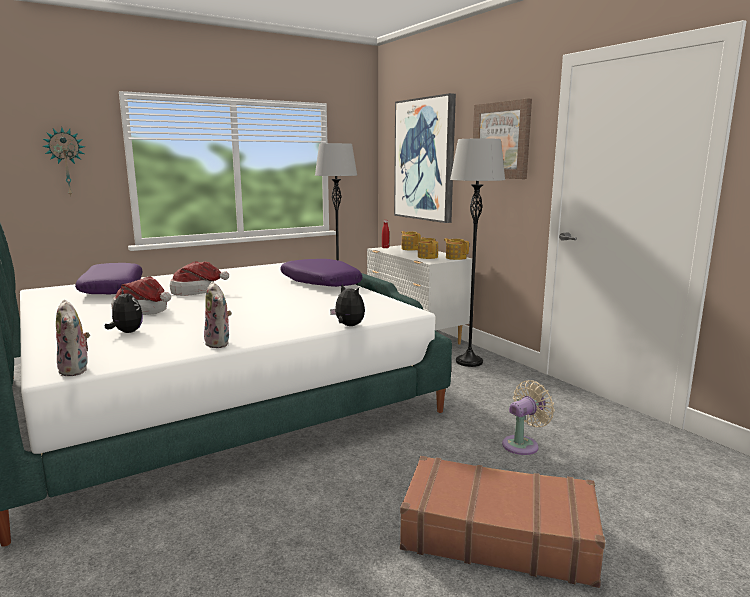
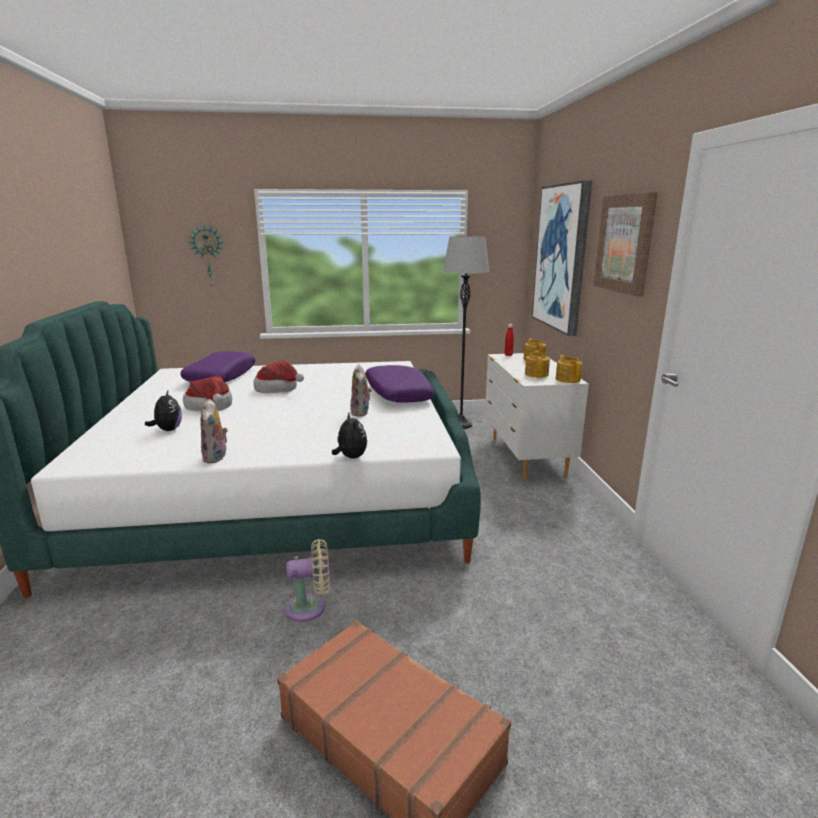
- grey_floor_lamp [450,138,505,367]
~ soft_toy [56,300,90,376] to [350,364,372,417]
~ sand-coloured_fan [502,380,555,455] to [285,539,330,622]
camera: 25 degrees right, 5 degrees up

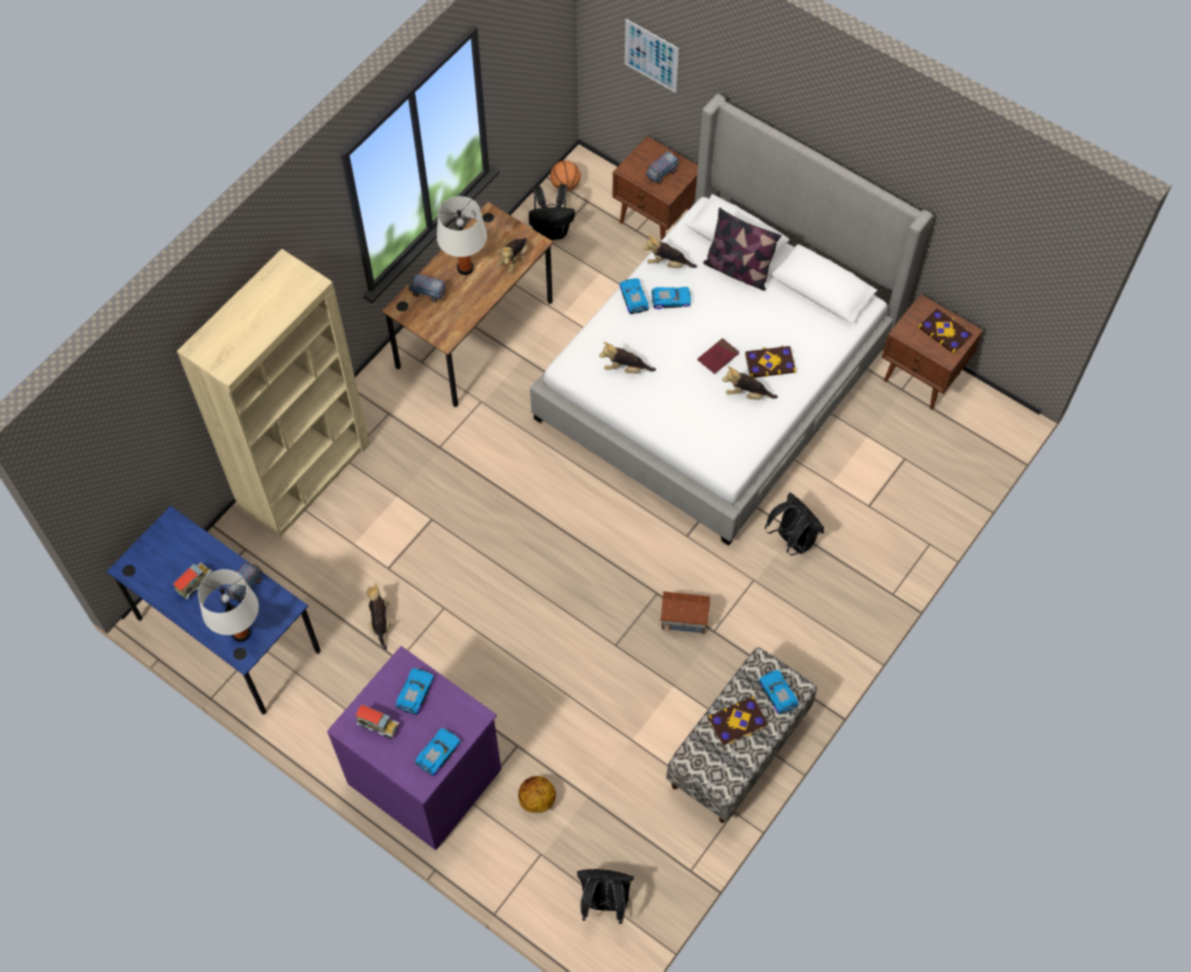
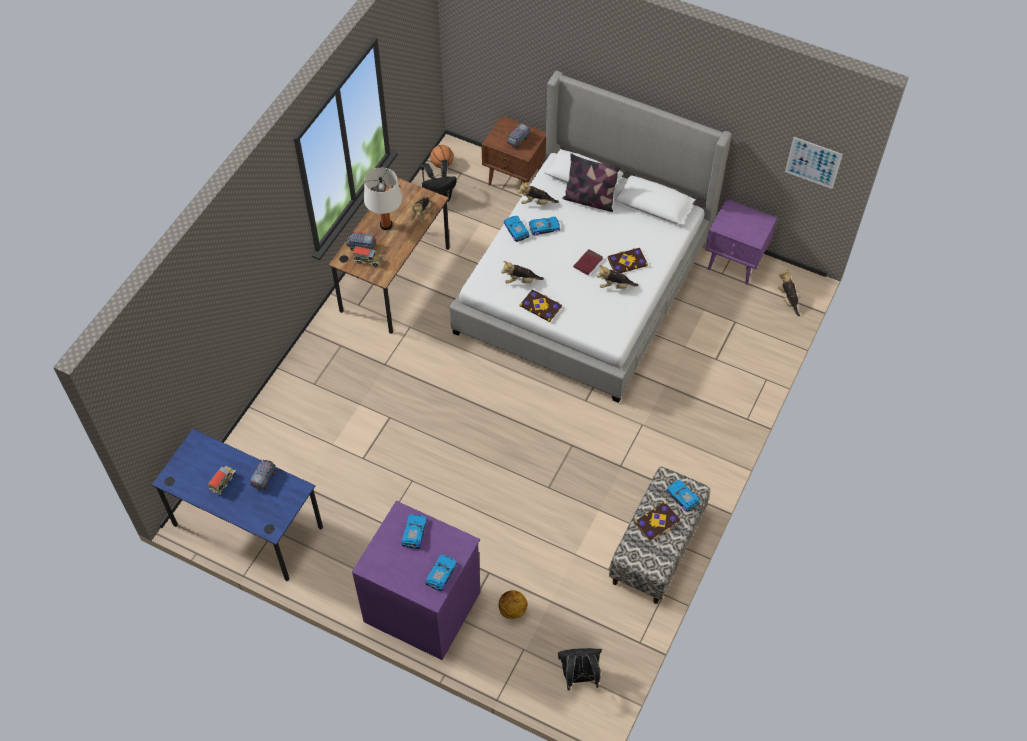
- sand-coloured_shelving_unit [177,249,370,537]
- whitish_tabletop_lamp [198,569,259,642]
- model_house [660,591,711,634]
- blackish_knapsack [765,493,824,555]
~ toy_truck [355,704,399,739] to [353,246,381,267]
~ soft_toy [366,583,395,650] to [778,269,801,316]
~ wall_art [625,19,679,93] to [785,137,843,189]
~ bound_book [918,308,972,354] to [520,289,562,322]
~ brown_night_table [882,294,983,410] to purple-coloured_night_table [705,199,777,285]
camera: 10 degrees left, 5 degrees down

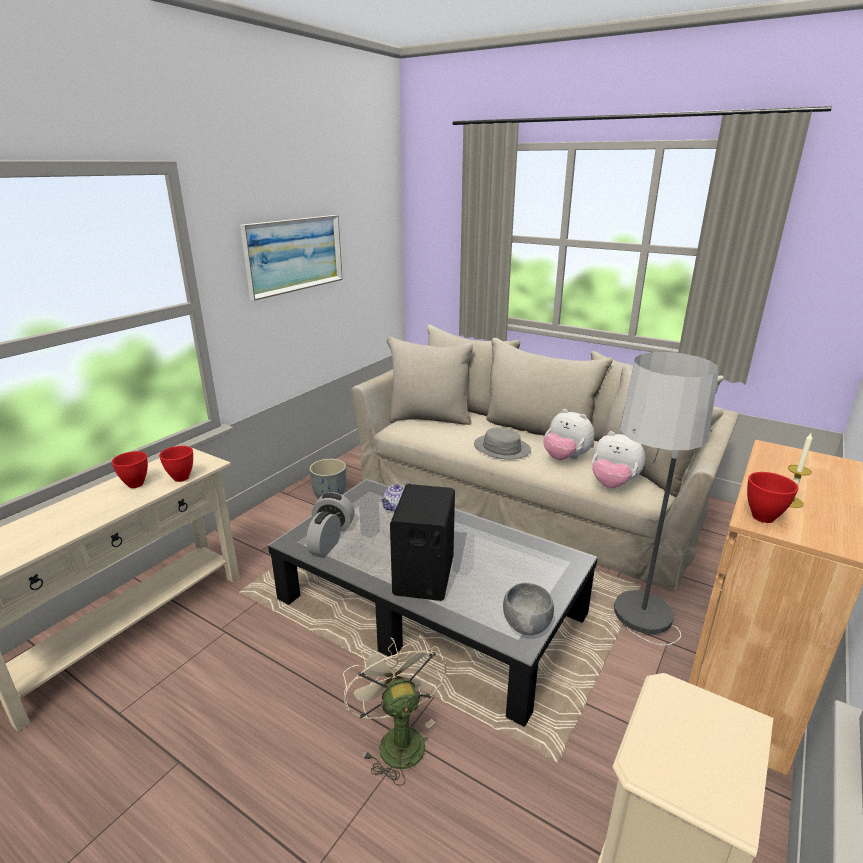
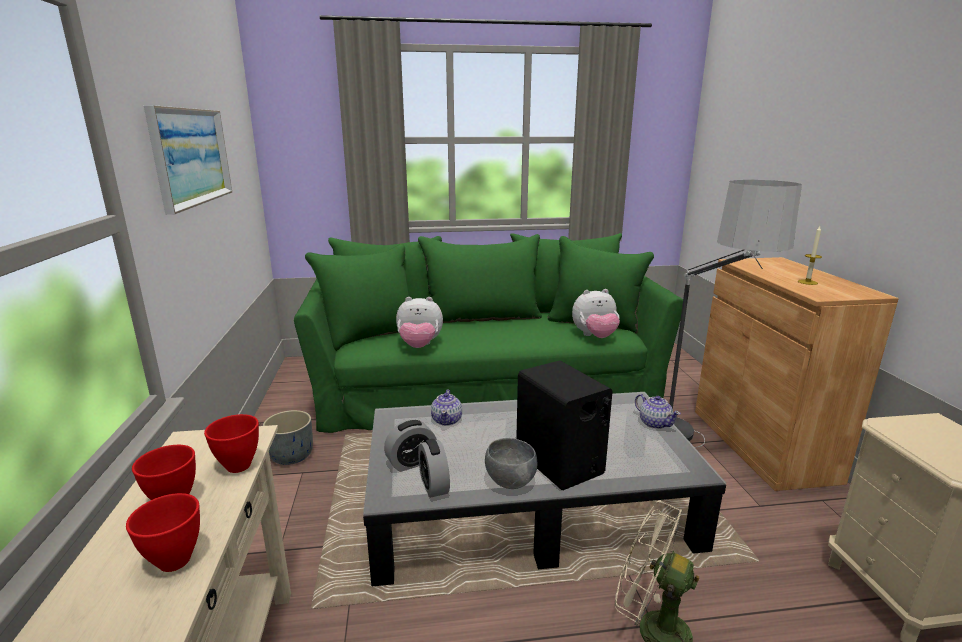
- grey_hat [474,427,531,459]
+ teapot [635,394,681,429]
~ grey_deep_dish [503,582,554,635] to [485,438,538,489]
~ soft_toy [543,409,594,460] to [396,297,443,348]
~ reddish_deep_dish [747,472,799,523] to [126,493,200,572]
~ sand-coloured_settee [351,324,739,592] to greenish_settee [294,233,683,433]
camera: 40 degrees left, 5 degrees down

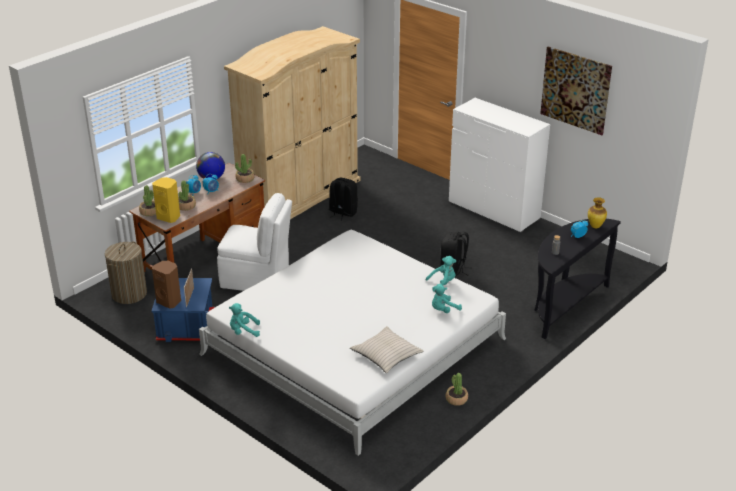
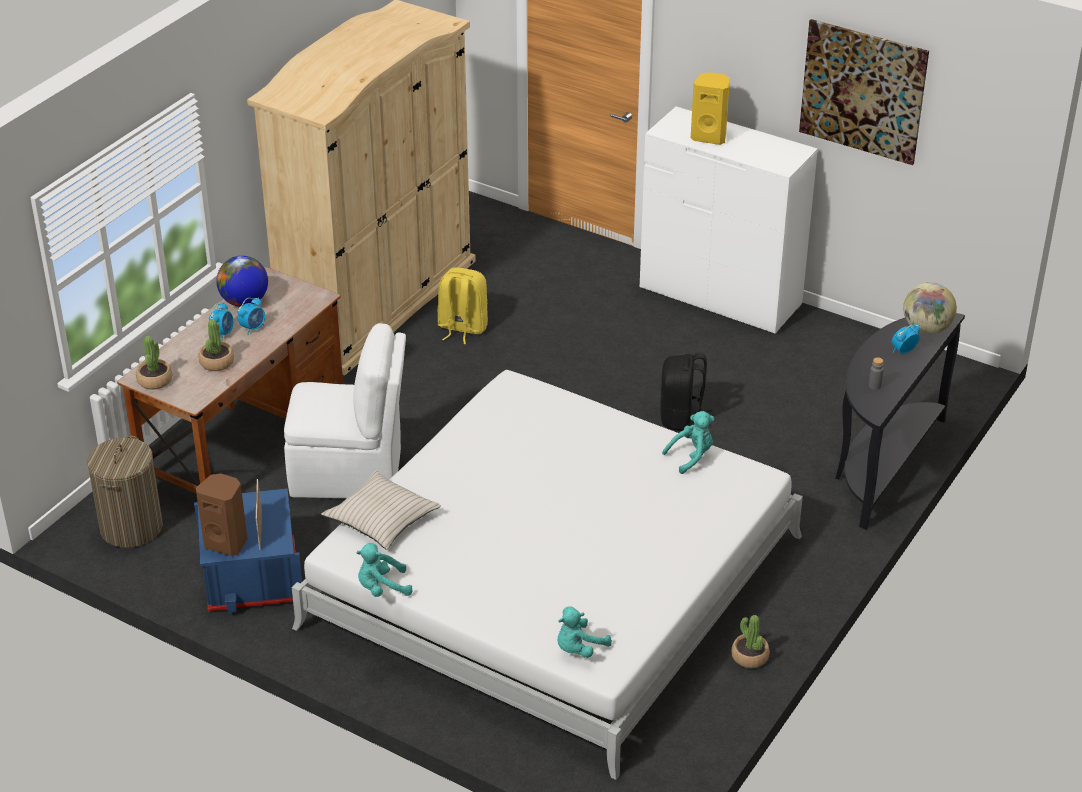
- houseplant [235,154,255,183]
~ yellowish_audio_speaker [152,177,180,223] to [691,72,730,145]
~ sand-coloured_cushion [350,326,423,373] to [321,471,441,550]
~ turquoise_soft_toy [432,284,462,313] to [557,606,612,658]
~ decorative_vase [588,197,607,228] to globe [903,282,957,335]
~ blackish_knapsack [329,178,358,221] to yellowish_knapsack [438,267,488,344]
camera: 10 degrees left, 5 degrees up

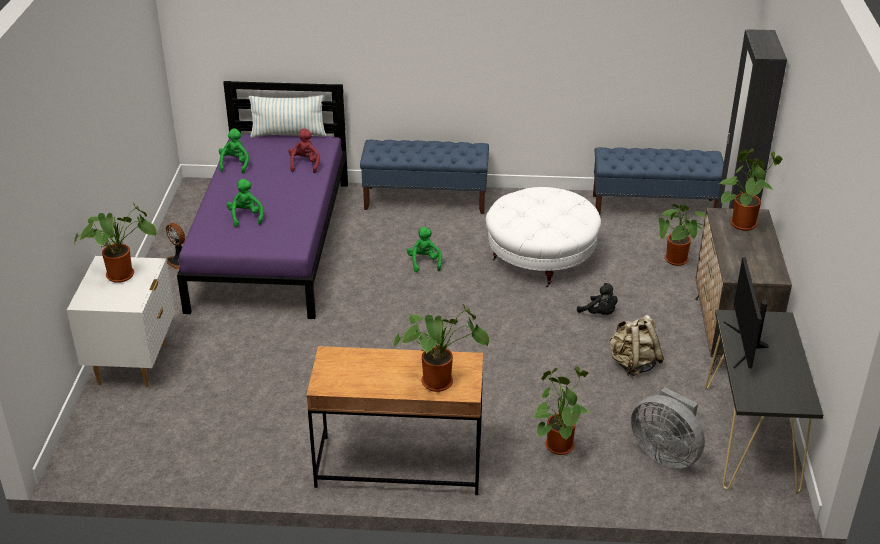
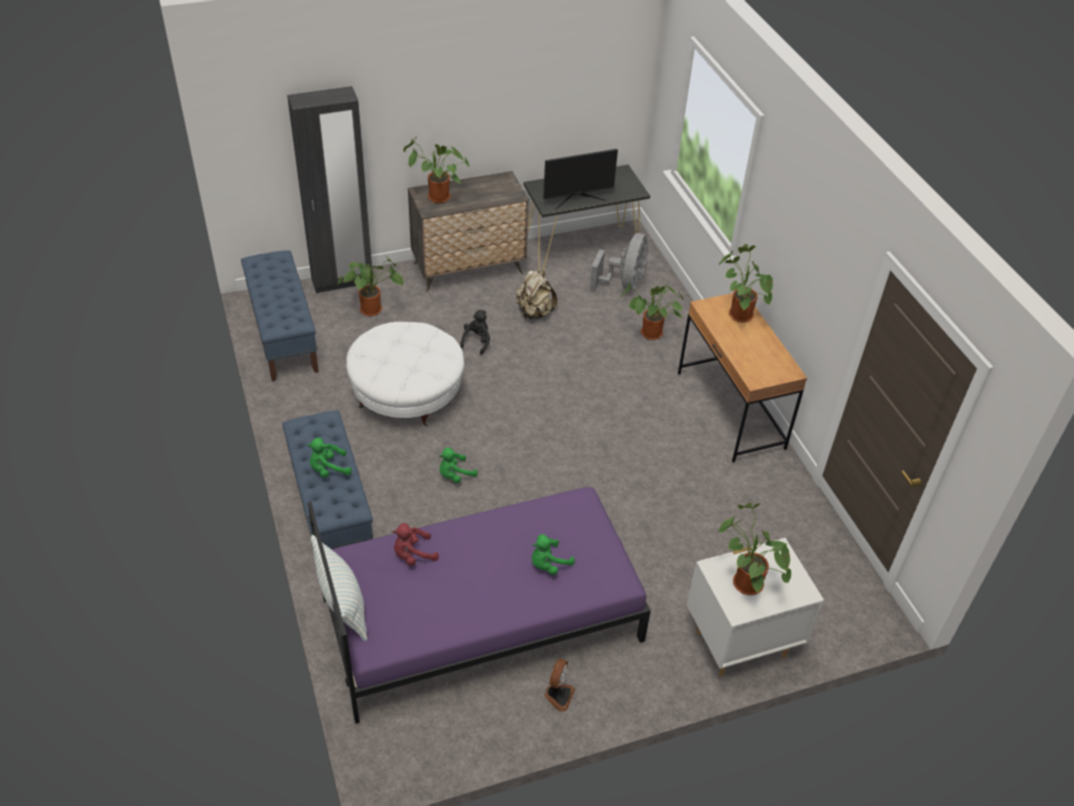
~ greenish_soft_toy [219,128,249,173] to [307,438,352,478]
camera: 115 degrees left, 10 degrees up

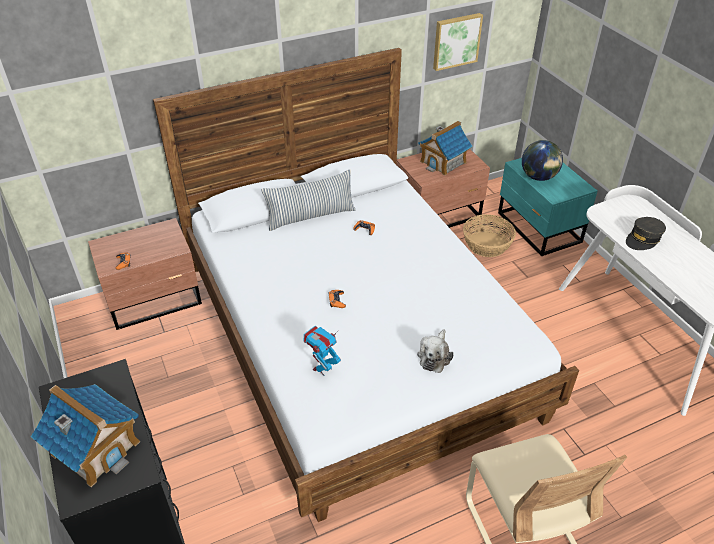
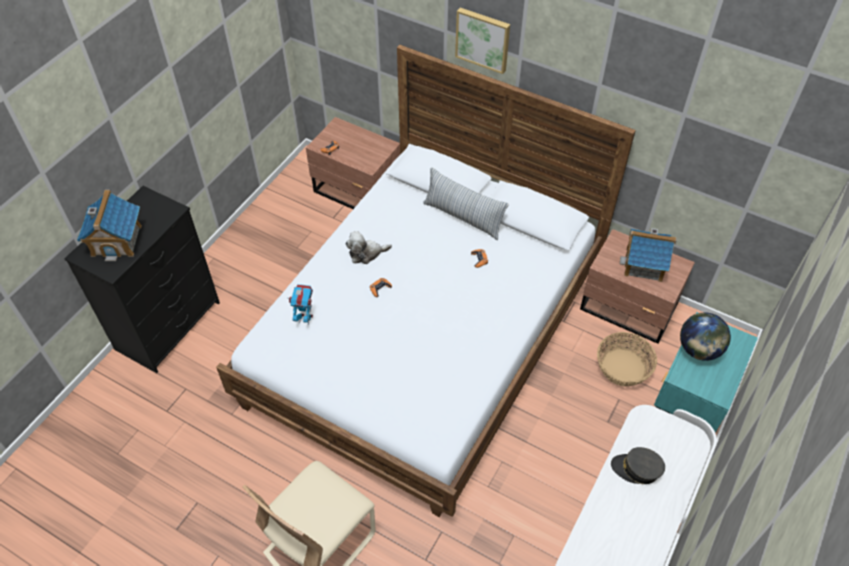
~ soft_toy [417,329,454,373] to [346,231,392,264]
~ wall_art [433,13,483,71] to [455,8,510,74]
camera: 55 degrees right, 10 degrees up

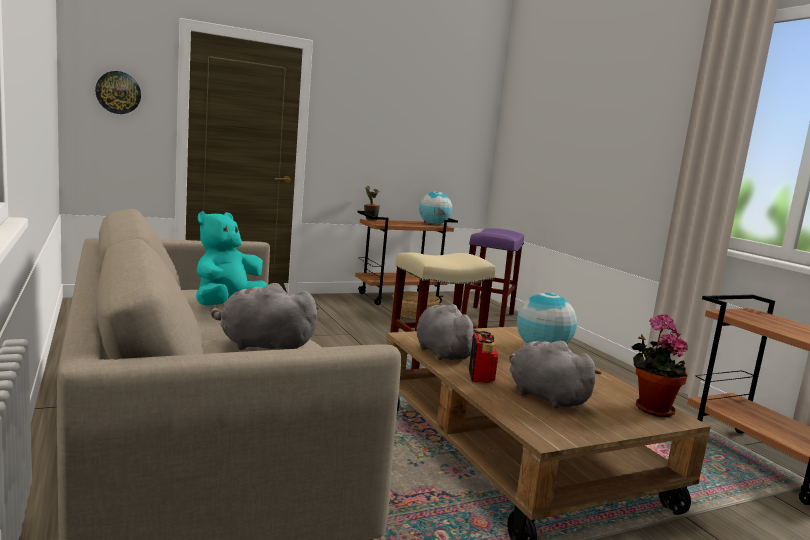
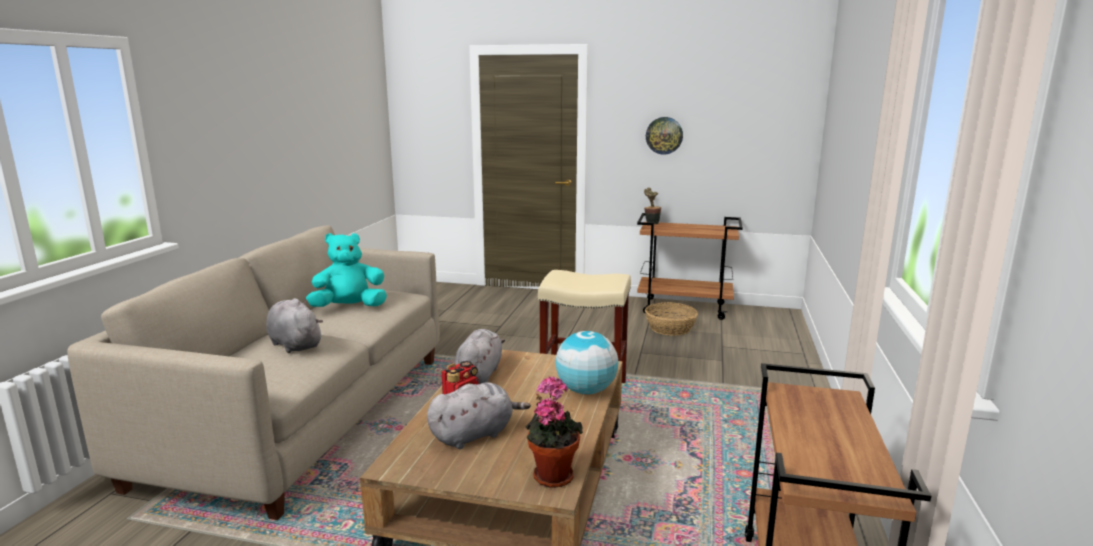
- globe [419,191,452,225]
- purple-coloured_stool [461,228,524,327]
~ hanging_clock [95,71,141,114] to [646,117,683,155]
~ grey_soft_toy [509,341,602,409] = [427,382,531,449] 60 degrees clockwise
camera: 40 degrees right, 5 degrees up

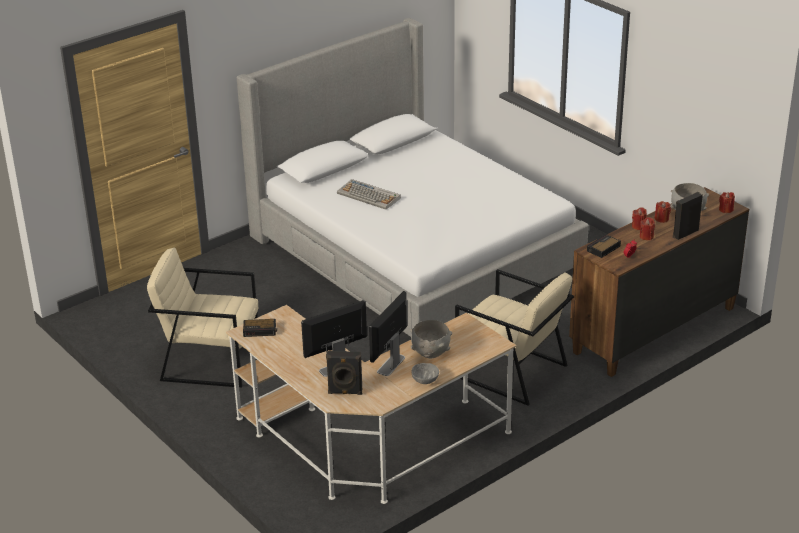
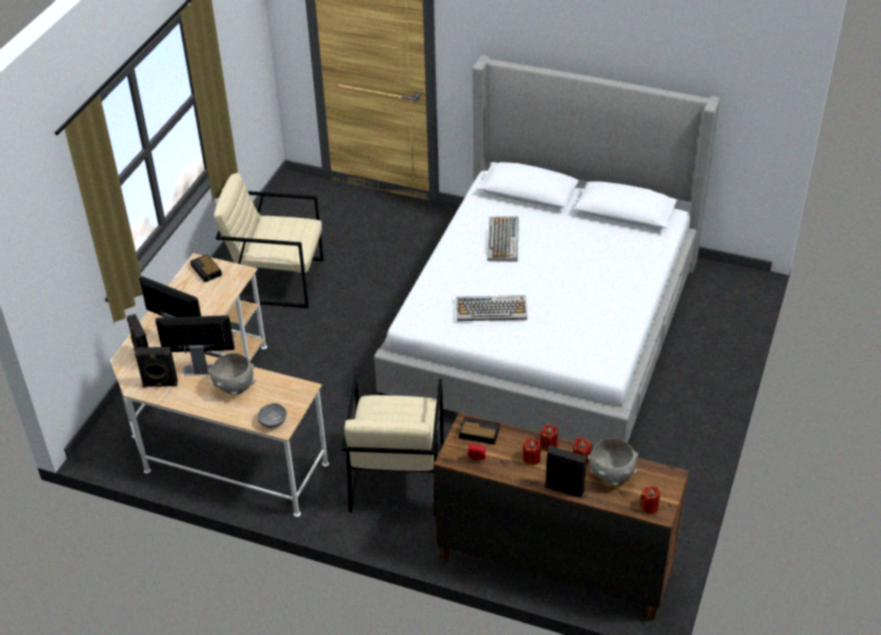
+ blackish_audio_speaker [135,347,178,388]
+ PC_keyboard [456,295,527,321]
~ grey_deep_dish [411,363,439,384] to [258,403,287,428]
~ sand-coloured_easy_chair [147,248,258,388] = [214,173,324,308] 60 degrees counterclockwise
camera: 60 degrees right, 10 degrees up

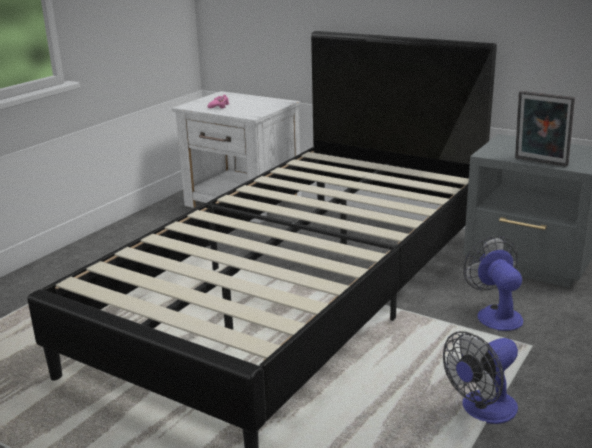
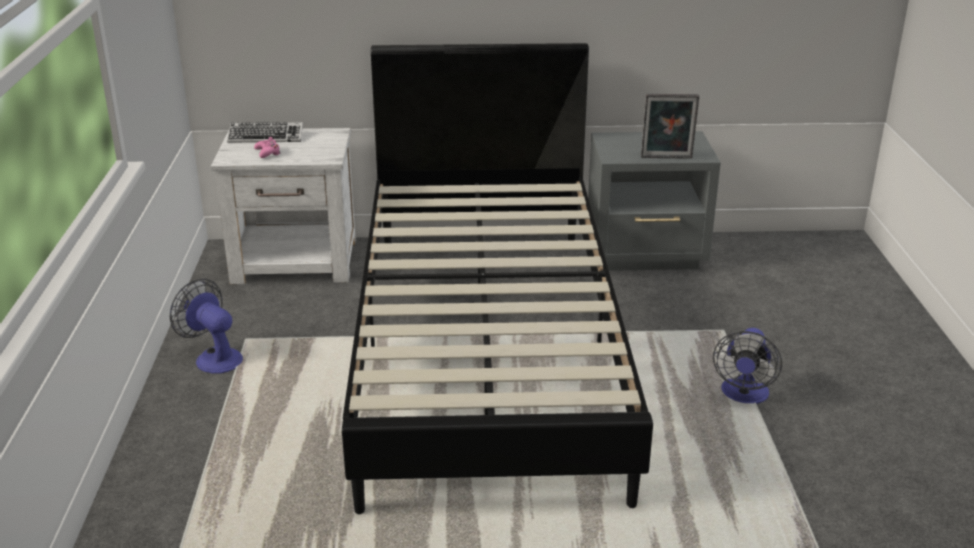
+ PC_keyboard [227,122,303,143]
~ fan [463,236,523,331] to [170,279,243,373]
camera: 35 degrees left, 5 degrees up

